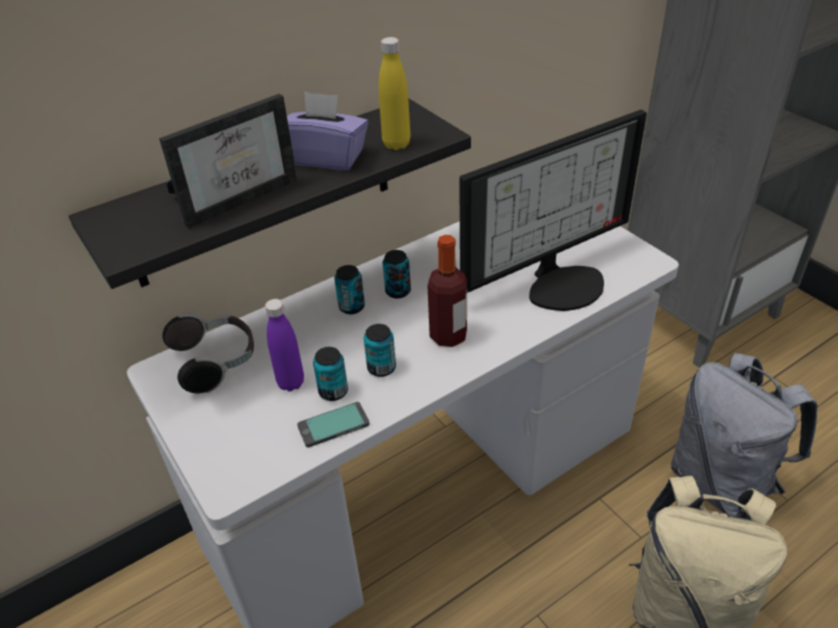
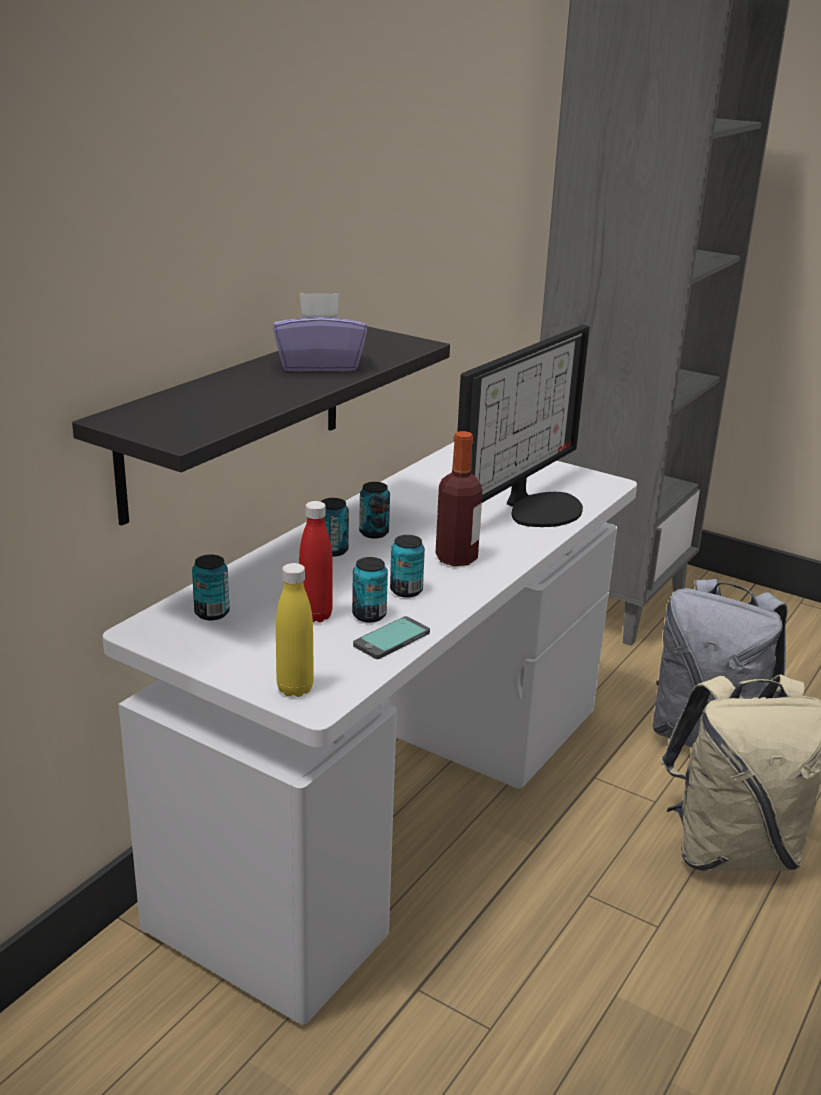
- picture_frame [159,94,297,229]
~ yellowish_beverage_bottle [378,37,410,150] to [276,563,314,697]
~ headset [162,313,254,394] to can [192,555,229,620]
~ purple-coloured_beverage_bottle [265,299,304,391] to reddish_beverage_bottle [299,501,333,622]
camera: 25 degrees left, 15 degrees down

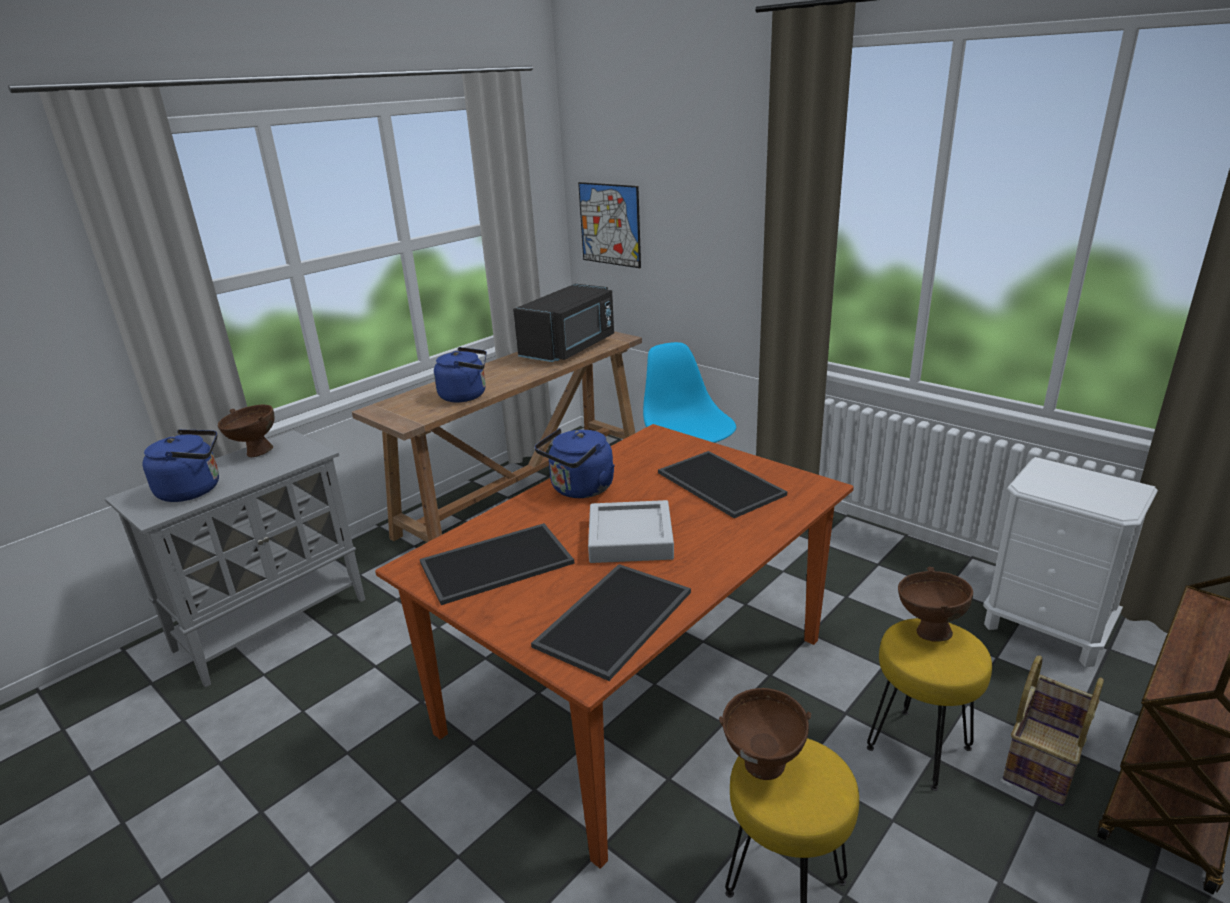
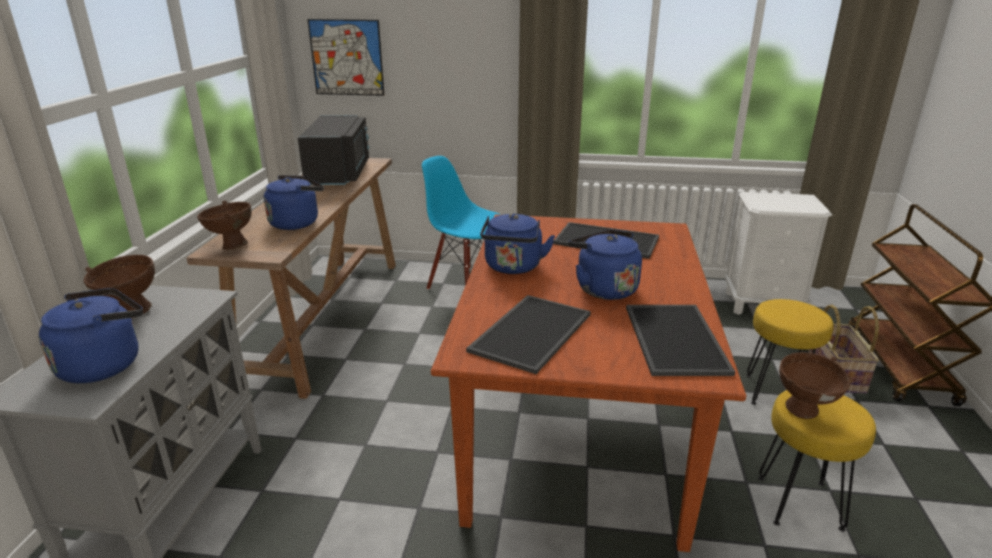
~ brown_deep_dish [898,567,973,642] to [197,201,251,250]
~ grey_carrying_tray [588,500,674,563] to blue_tea_kettle [568,230,642,300]
camera: 35 degrees left, 0 degrees up

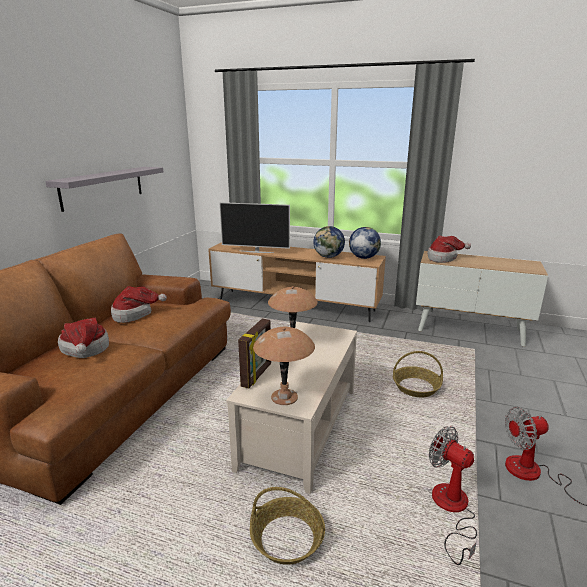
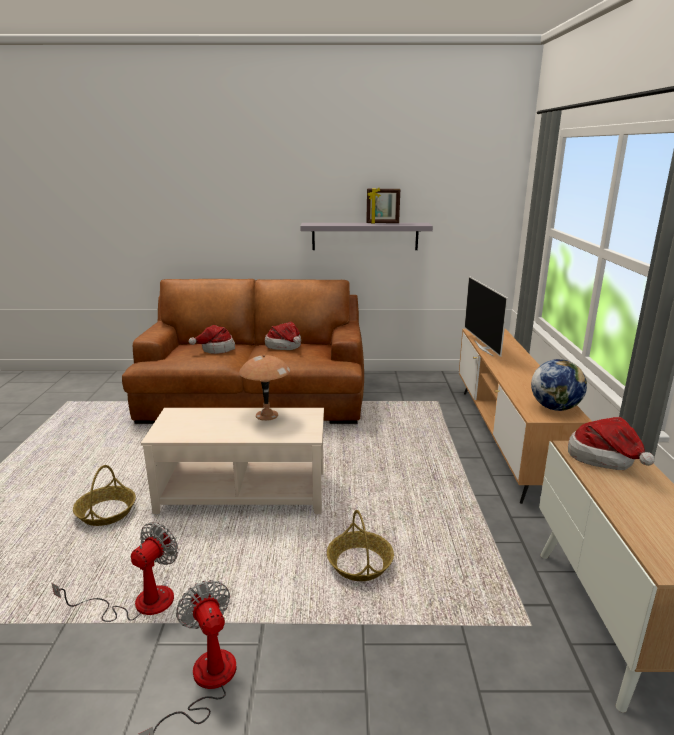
- brown_tabletop_lamp [253,327,315,405]
- globe [313,226,345,258]
~ picture_frame [238,319,271,388] to [366,188,400,224]
camera: 70 degrees right, 0 degrees up

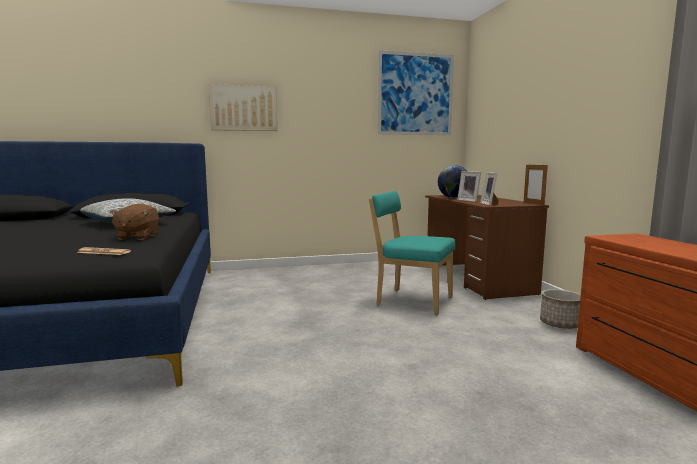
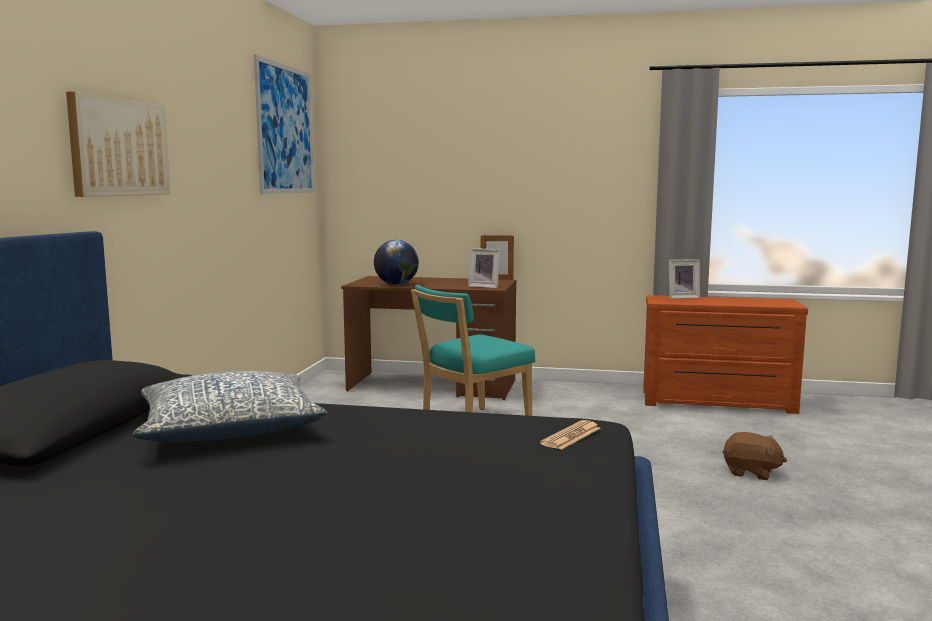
- plant_pot [540,289,581,329]
~ brown_soft_toy [110,204,159,240] to [722,432,787,480]
~ picture_frame [457,171,481,202] to [669,259,700,299]
camera: 65 degrees left, 0 degrees up

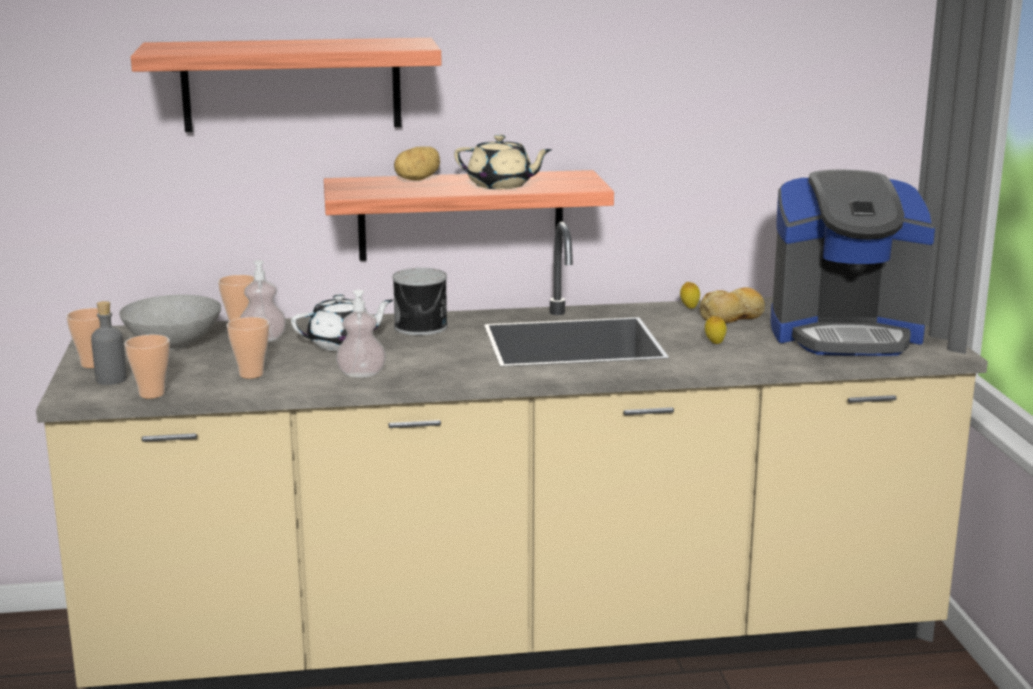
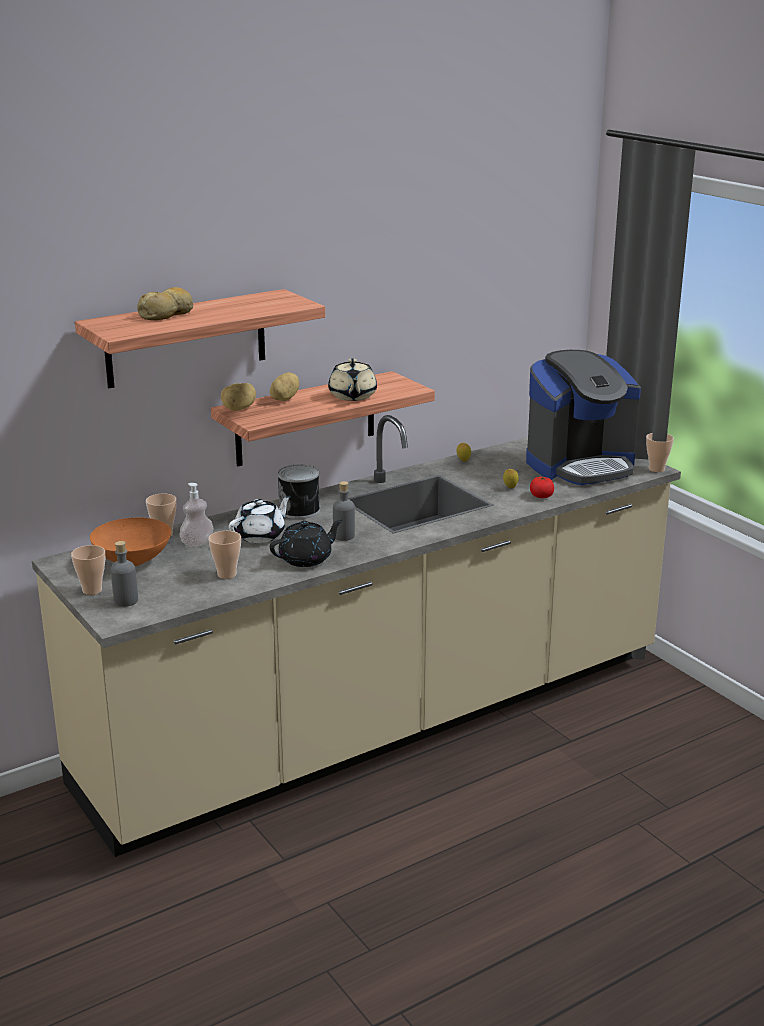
+ whole_potato [221,383,256,411]
+ grey_beverage_bottle [333,481,355,541]
+ fresh_tomato [530,476,554,498]
~ drinking_cup [125,335,170,398] to [646,433,674,472]
~ baked_bread [700,287,765,323] to [137,287,193,320]
~ liquid_soap_bottle [336,290,386,378] to blackish_teapot [270,519,343,567]
~ grey_deep_dish [119,295,221,350] to orange-coloured_deep_dish [90,517,171,566]
~ sand-coloured_teapot [454,135,553,189] = [328,358,377,401] 90 degrees clockwise
camera: 25 degrees left, 5 degrees up

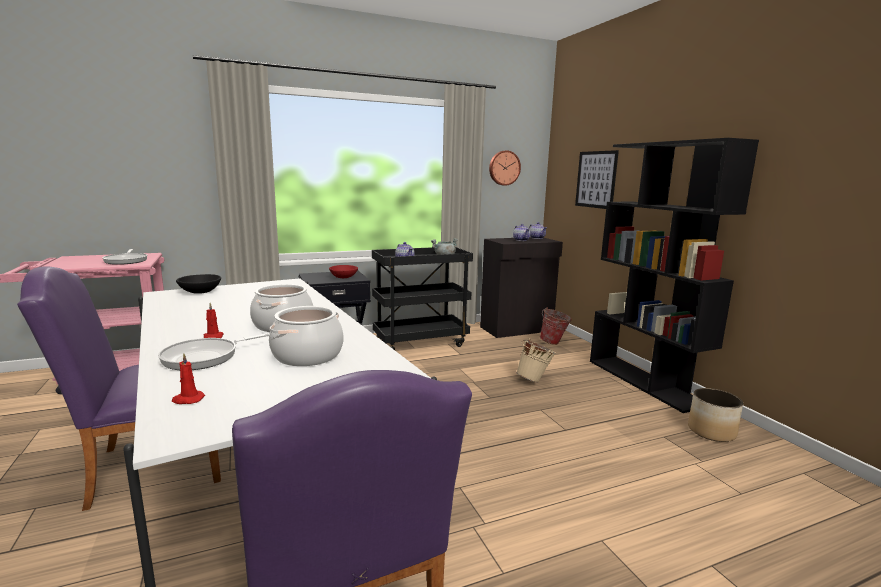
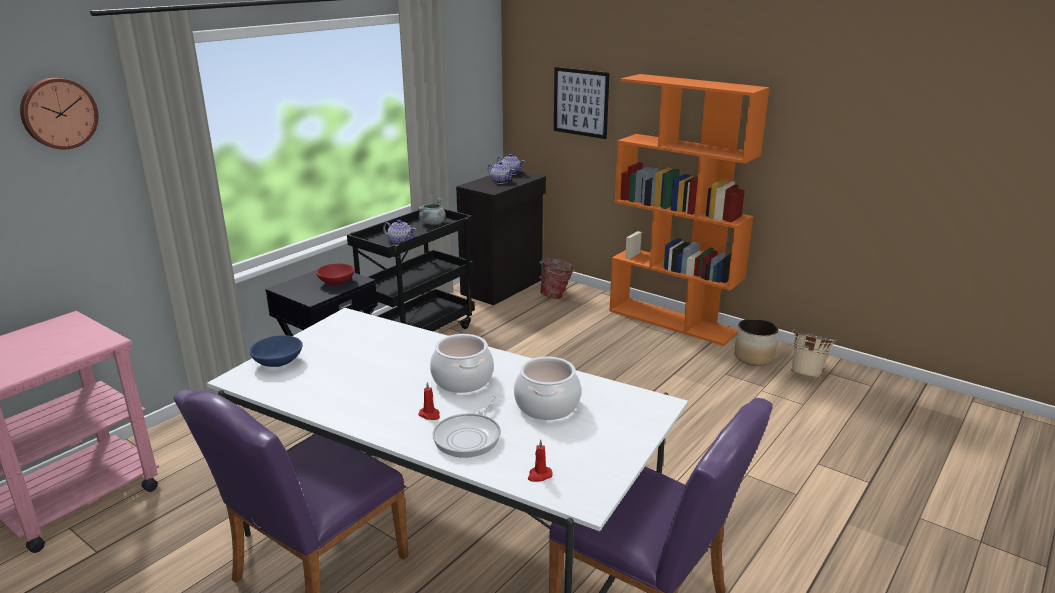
- skillet [102,249,147,265]
~ hanging_clock [489,151,521,186] to [20,78,98,150]
~ sand-coloured_bucket [516,339,556,382] to [791,329,837,378]
~ blackish_deep_dish [176,274,221,294] to blue_deep_dish [250,335,303,367]
~ blackish_shelving_unit [590,138,759,413] to orange-coloured_shelving_unit [609,74,770,346]
camera: 30 degrees left, 10 degrees up

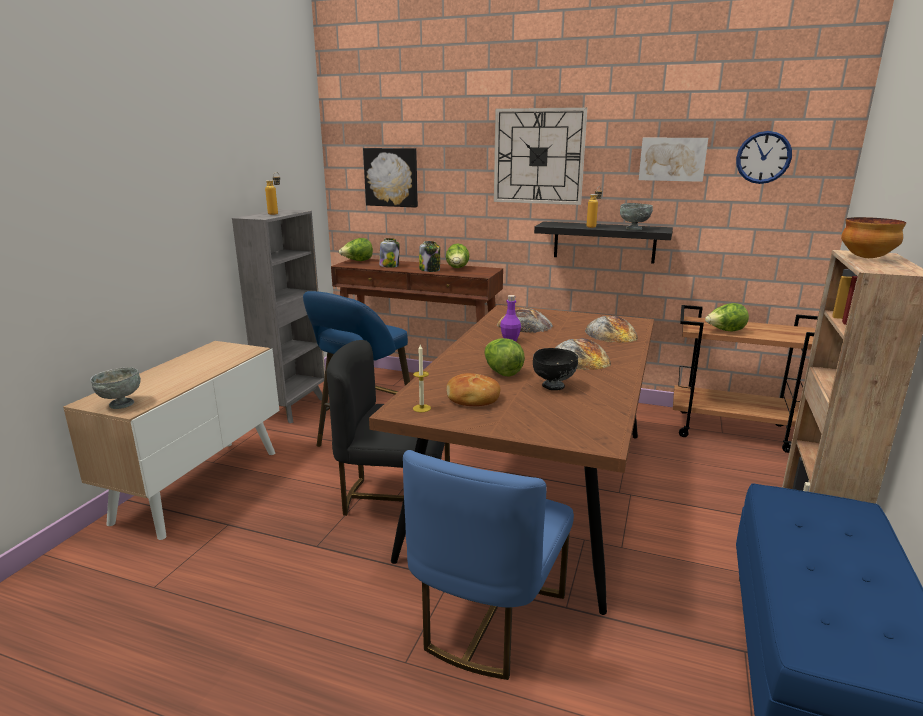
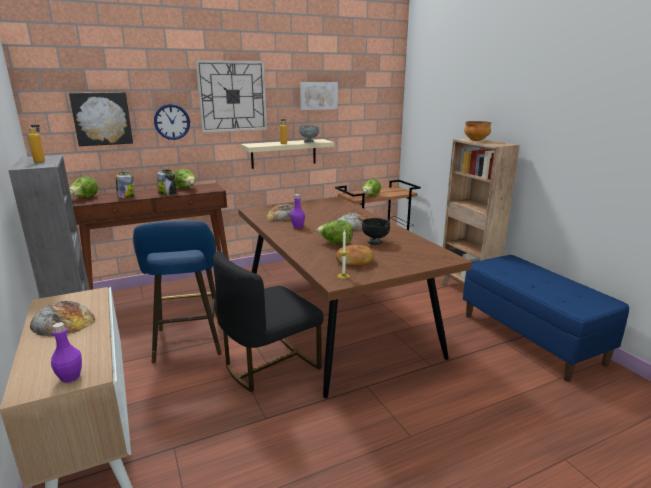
- blue_plain_chair [403,450,574,680]
~ baked_bread [585,316,638,343] to [30,301,95,337]
~ hanging_clock [736,131,792,184] to [154,104,190,140]
~ grey_deep_dish [91,367,141,409] to purple-coloured_beverage_bottle [51,322,82,383]
~ blackish_bracket_shelf [534,221,673,264] to sand-coloured_bracket_shelf [241,139,334,169]
camera: 45 degrees left, 0 degrees up

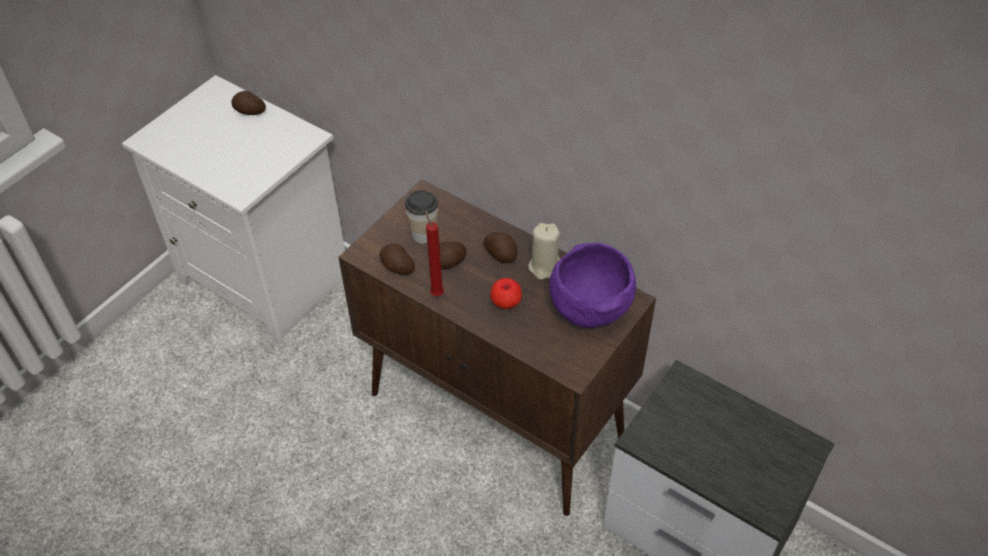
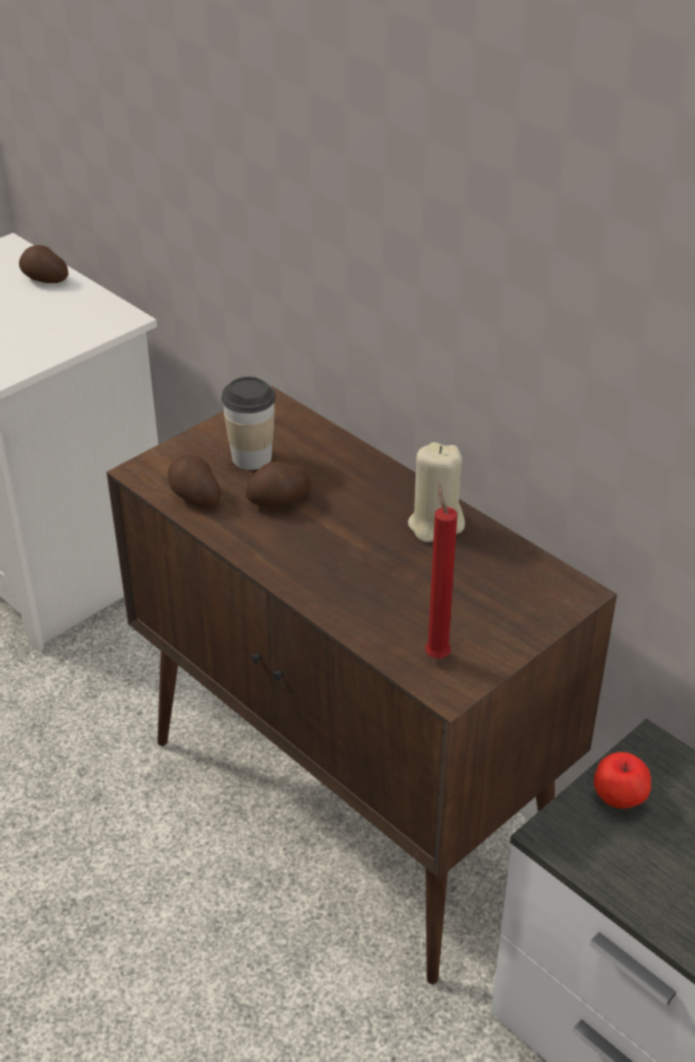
- whole_potato [484,232,517,263]
- purple-coloured_deep_dish [549,243,636,328]
~ reddish_wax_candle [425,210,444,296] to [425,482,457,658]
~ whole_apple [490,278,522,309] to [594,752,651,808]
camera: 10 degrees right, 10 degrees down

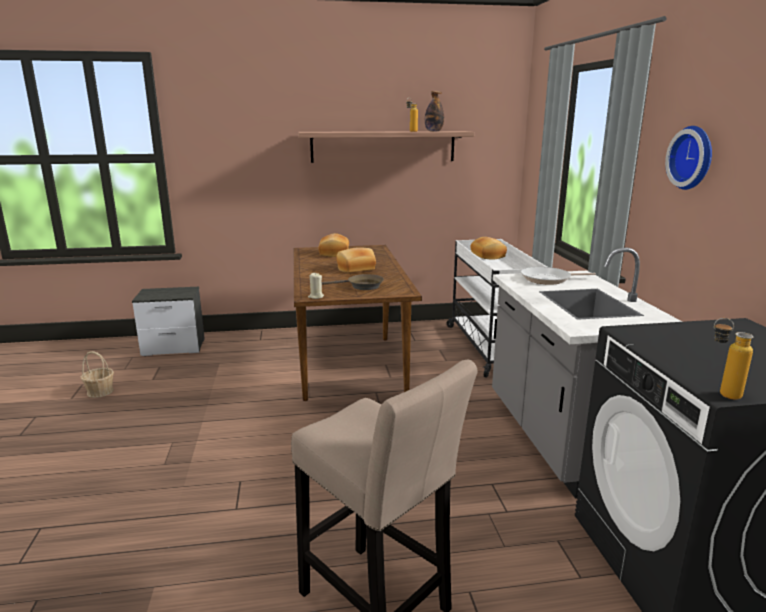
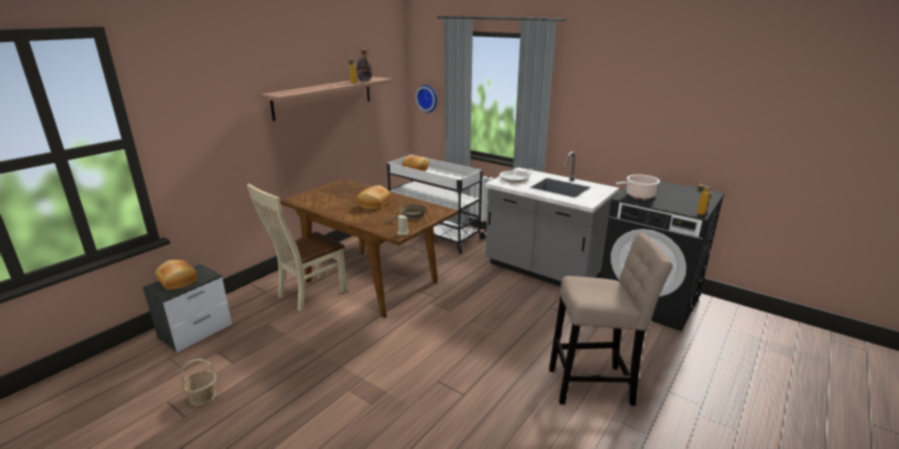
+ sand-coloured_plain_chair [247,184,347,311]
+ saucepot [616,175,660,199]
~ baked_bread [319,233,349,257] to [155,260,197,290]
~ hanging_clock [665,126,712,190] to [415,85,437,113]
camera: 45 degrees left, 5 degrees up

